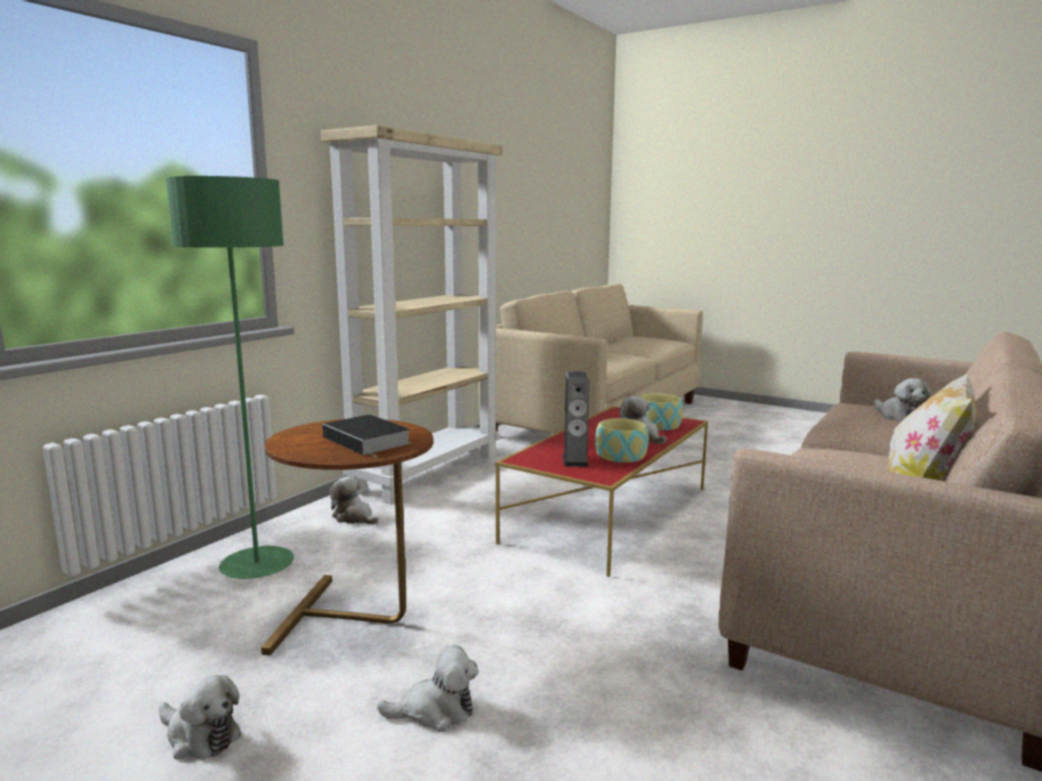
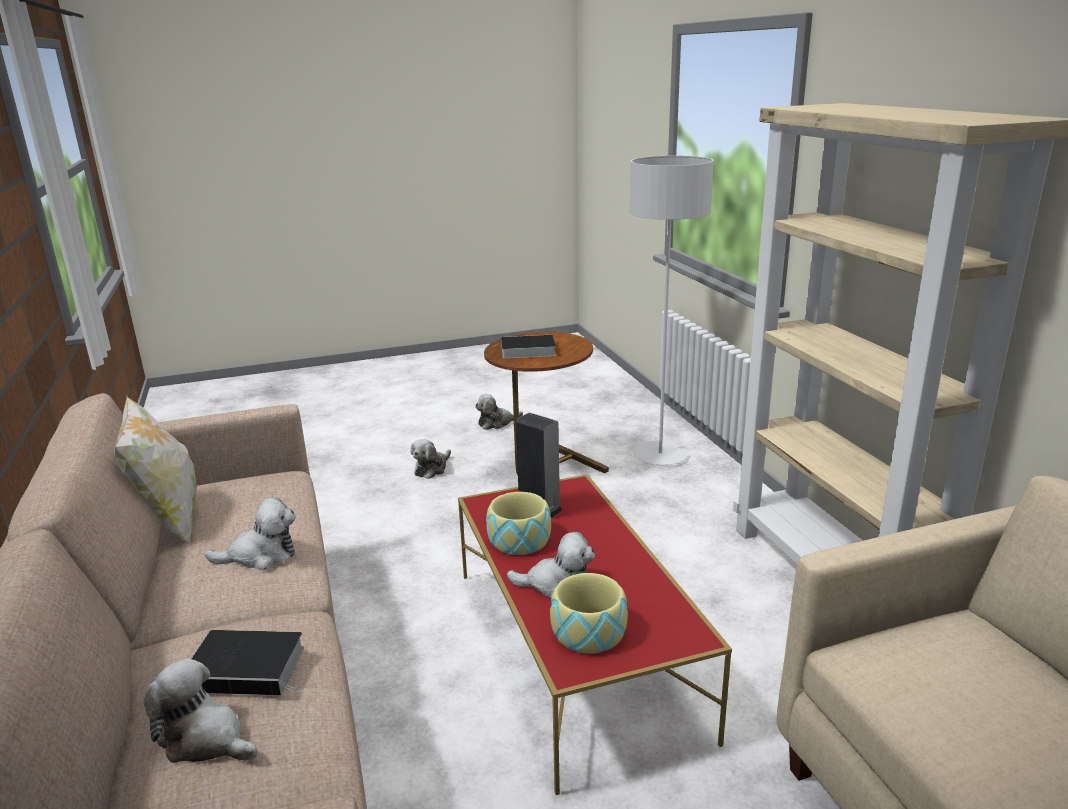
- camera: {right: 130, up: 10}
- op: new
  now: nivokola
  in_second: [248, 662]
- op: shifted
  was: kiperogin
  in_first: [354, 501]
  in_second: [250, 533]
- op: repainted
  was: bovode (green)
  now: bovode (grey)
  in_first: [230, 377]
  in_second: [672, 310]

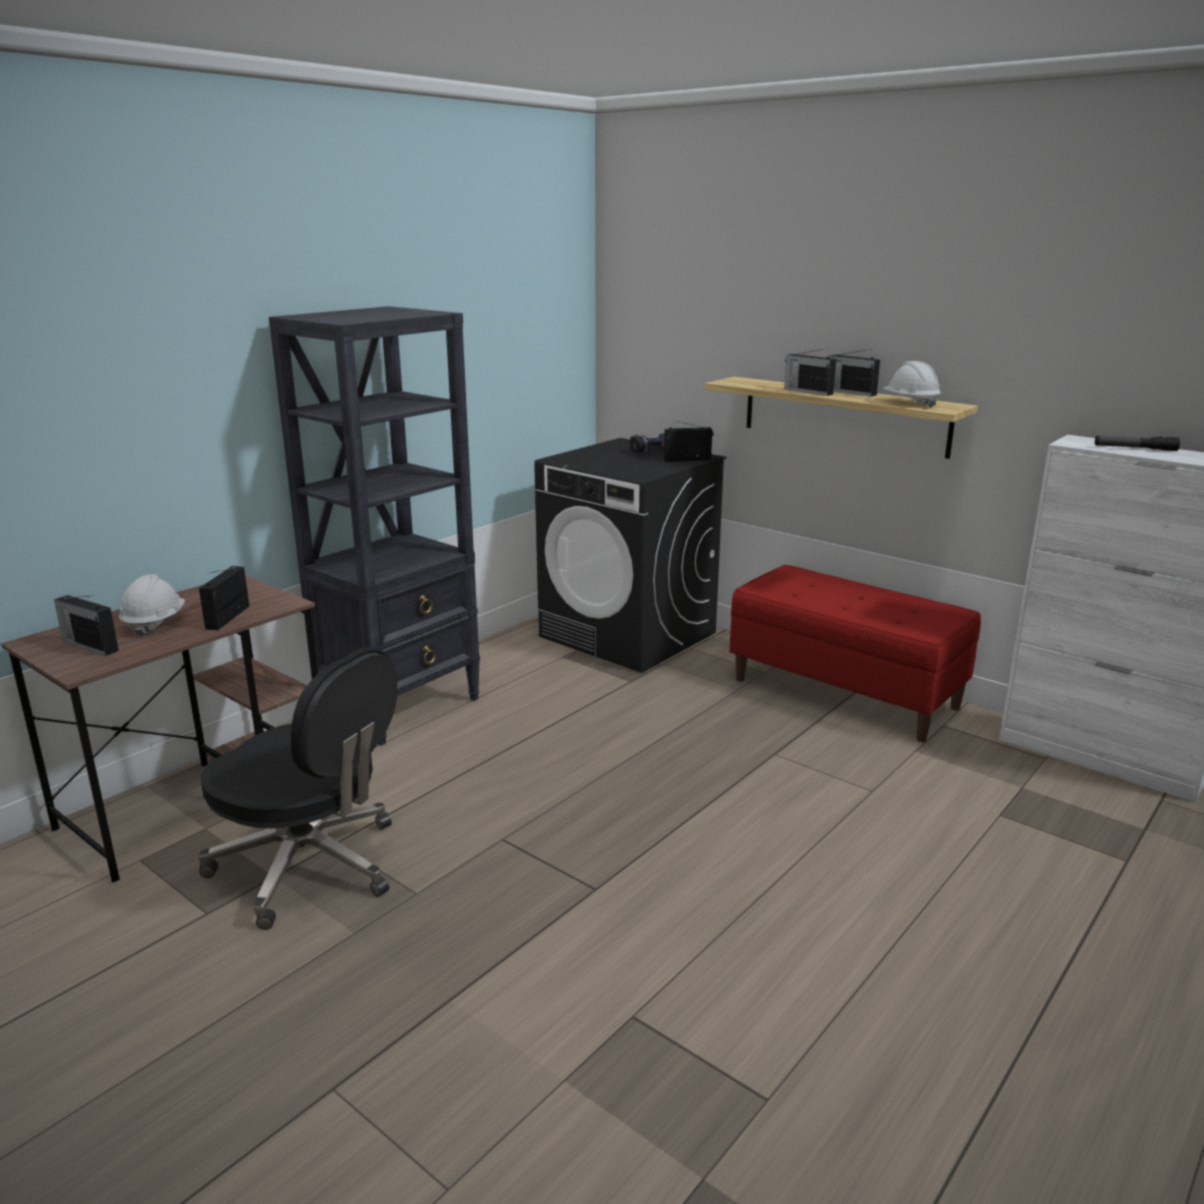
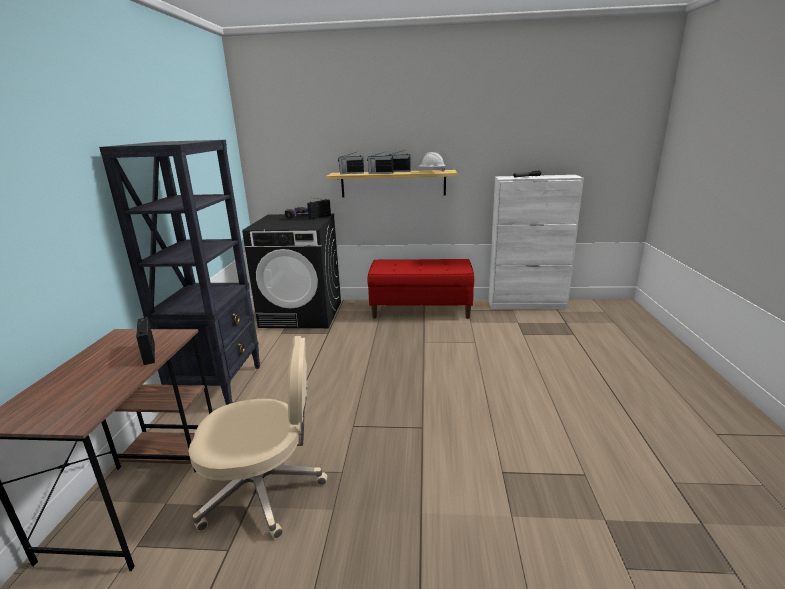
- camera: {right: -35, up: 0}
- op: gone
  was: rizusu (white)
  in_first: [152, 605]
- op: shifted
  was: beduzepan
  in_first: [86, 625]
  in_second: [351, 163]
- op: repainted
  was: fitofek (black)
  now: fitofek (beige)
  in_first: [297, 789]
  in_second: [257, 437]

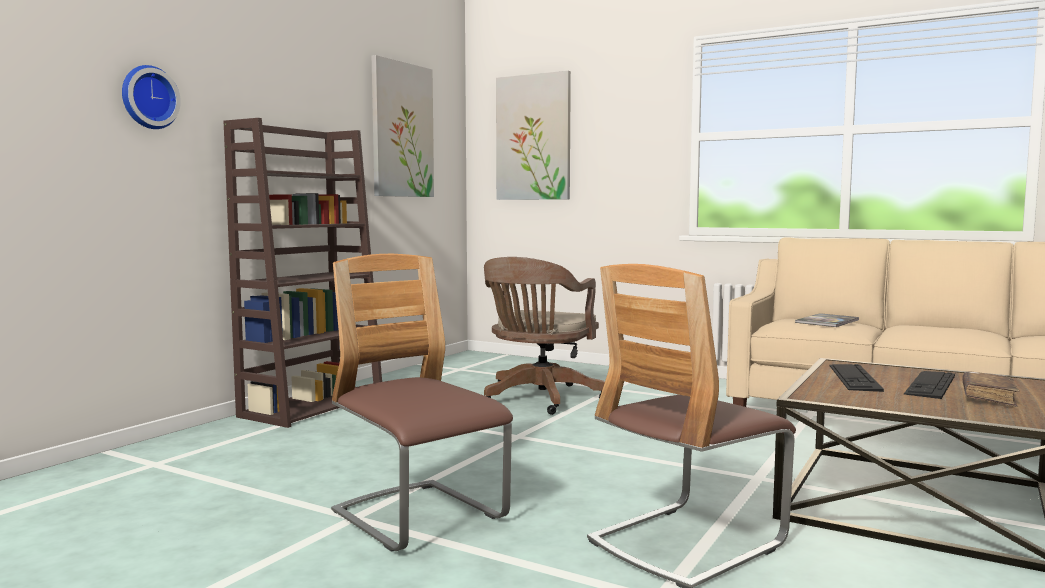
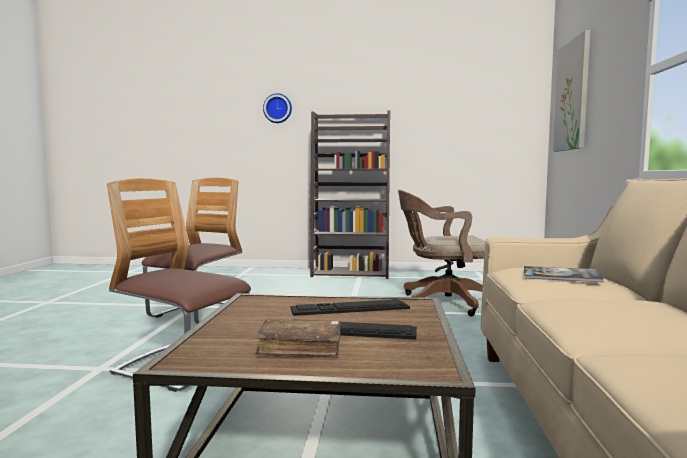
- camera: {right: 65, up: 0}
- op: gone
  was: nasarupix
  in_first: [402, 126]

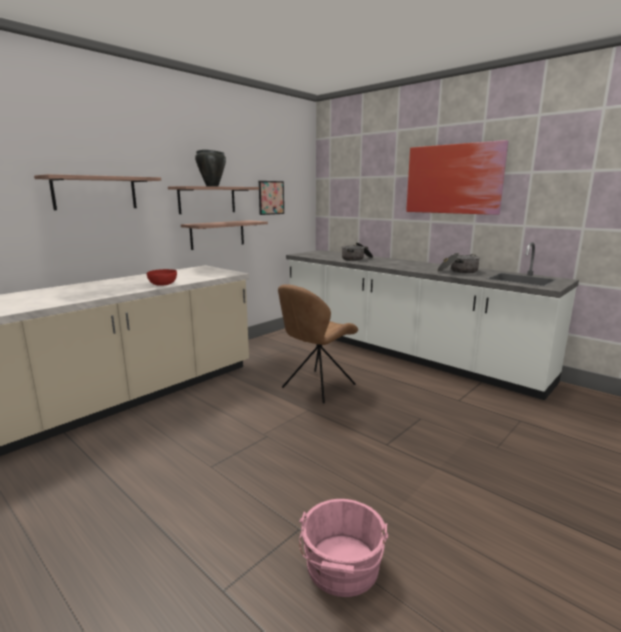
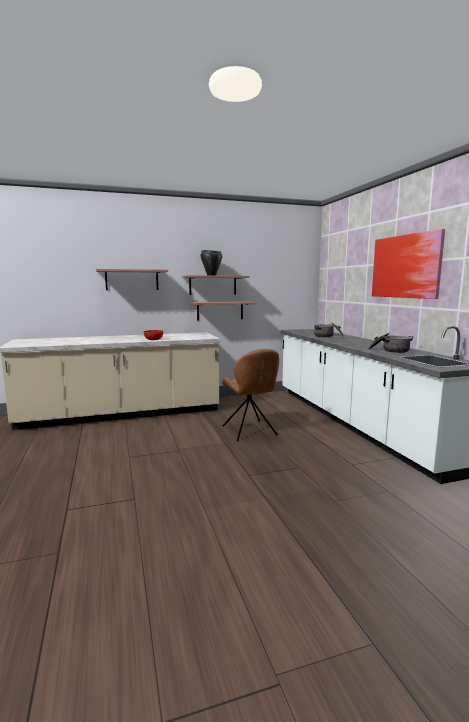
- camera: {right: 30, up: -5}
- op: gone
  was: nasarupix
  in_first: [271, 198]
- op: gone
  was: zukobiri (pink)
  in_first: [343, 548]
- op: rotated
  was: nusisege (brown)
  in_first: [318, 343]
  in_second: [250, 395]
  clockwise: -90

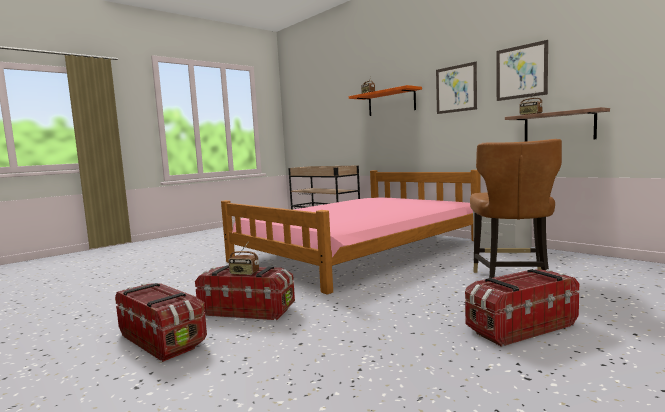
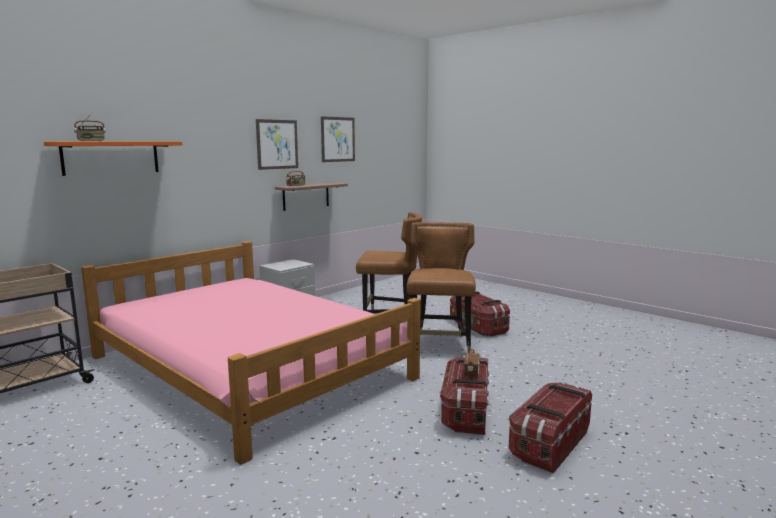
- camera: {right: -95, up: 5}
- op: new
  now: nusisege (brown)
  in_second: [441, 287]
- op: shifted
  was: nasarupix
  in_first: [456, 88]
  in_second: [338, 139]

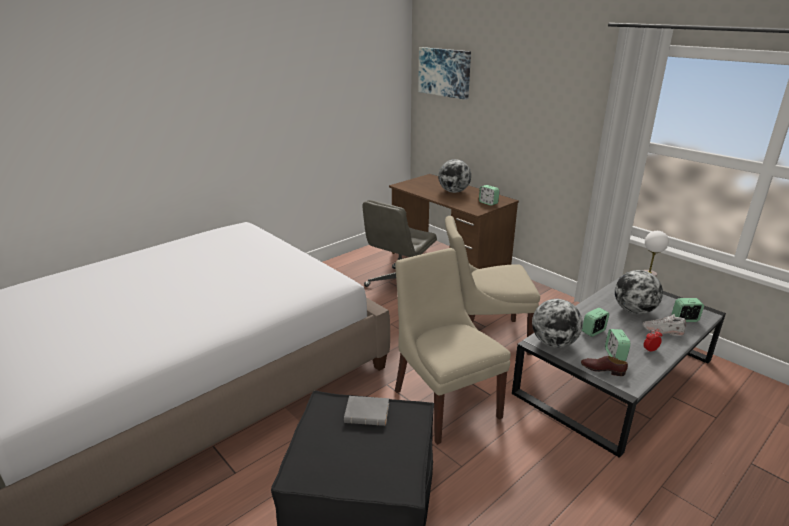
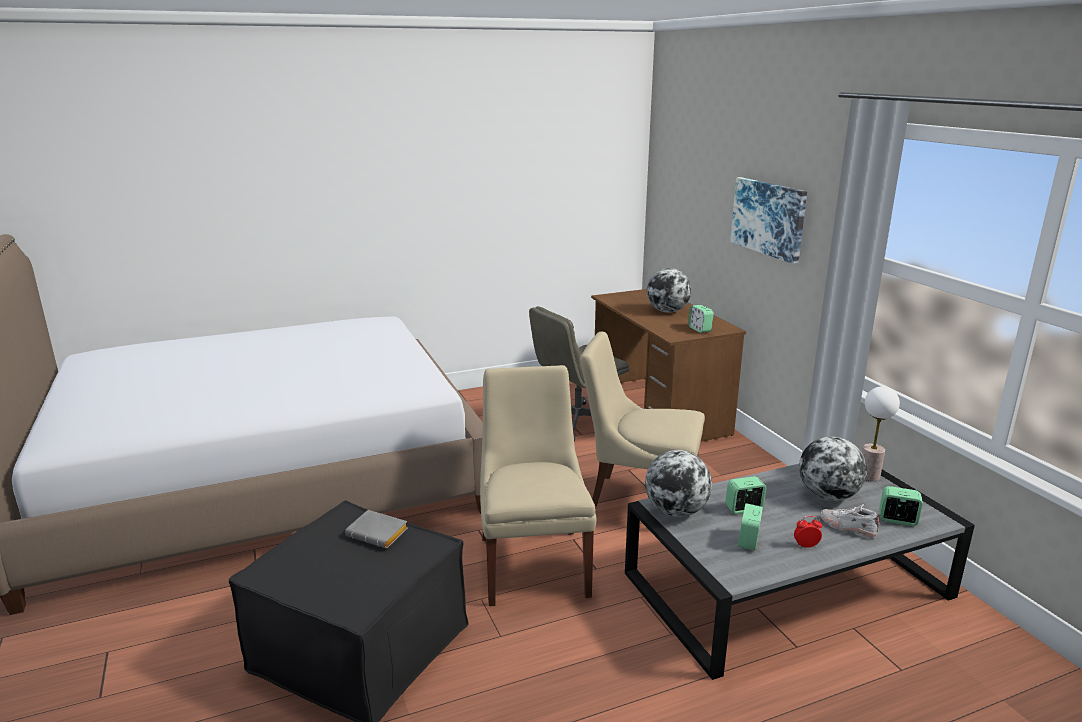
- camera: {right: 20, up: -5}
- op: gone
  was: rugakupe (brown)
  in_first: [604, 366]
- op: shifted
  was: nasarupix
  in_first: [444, 73]
  in_second: [768, 220]

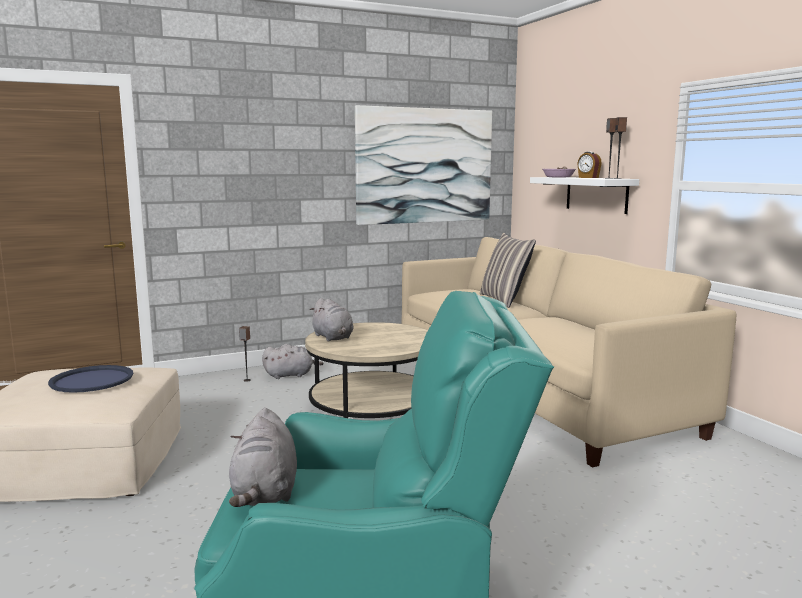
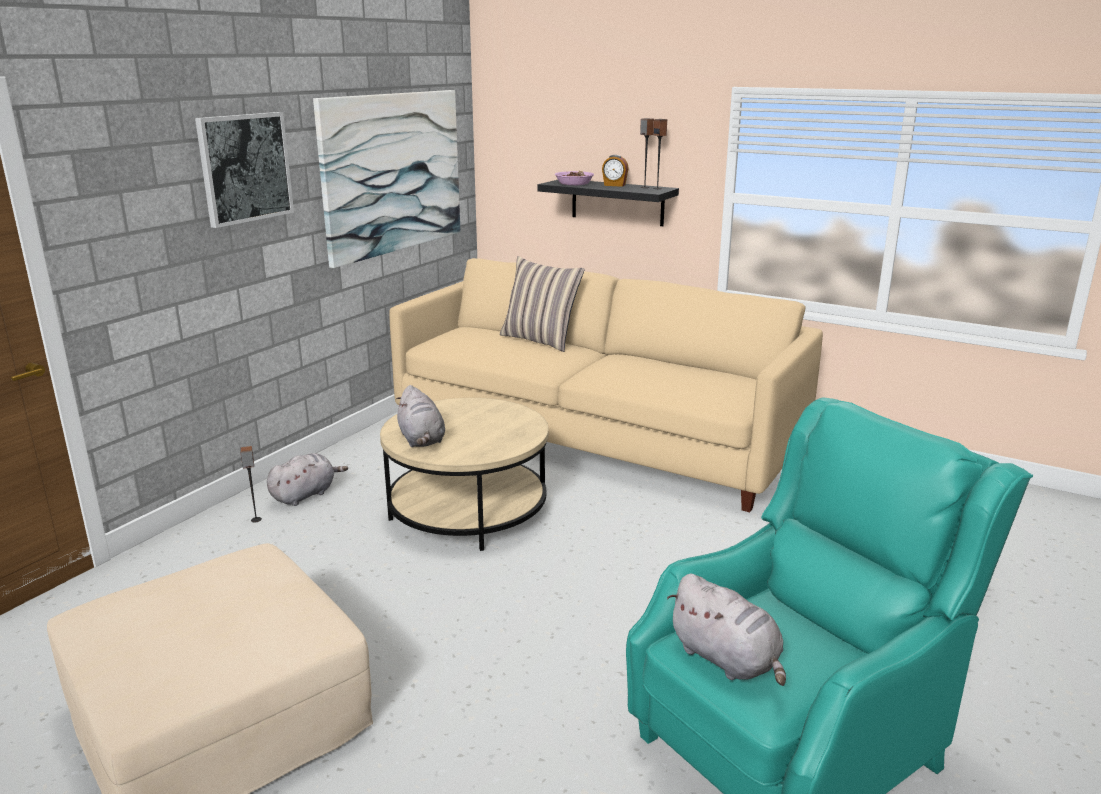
- camera: {right: -35, up: 10}
- op: gone
  was: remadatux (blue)
  in_first: [90, 379]
- op: new
  now: nasarupix
  in_second: [244, 170]
- op: repainted
  was: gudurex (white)
  now: gudurex (black)
  in_first: [584, 195]
  in_second: [608, 203]
- op: rotated
  was: kiperogin (grey)
  in_first: [331, 319]
  in_second: [420, 416]
  clockwise: 45

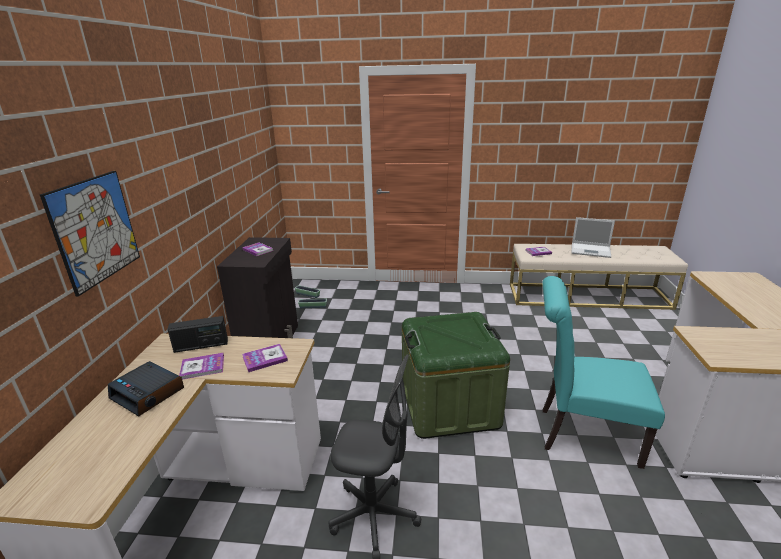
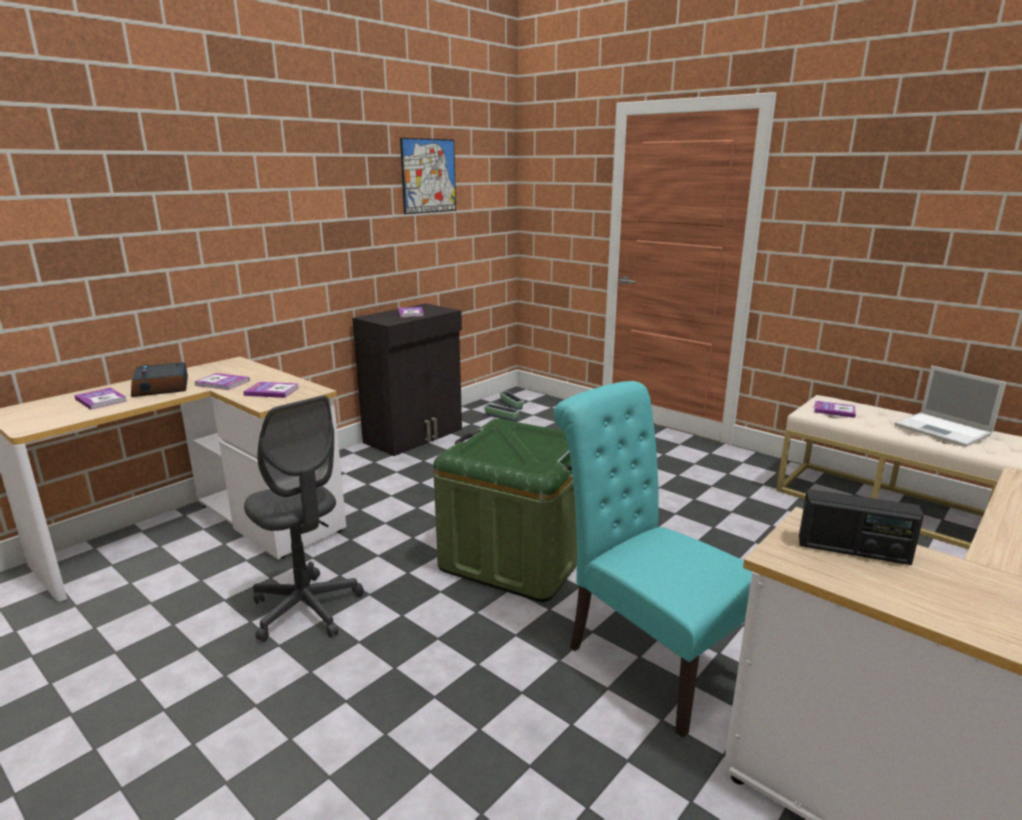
- camera: {right: 35, up: -5}
- op: new
  now: nivokola
  in_second: [100, 398]
- op: shifted
  was: nasarupix
  in_first: [90, 234]
  in_second: [428, 176]
- op: shifted
  was: beduzepan
  in_first: [197, 334]
  in_second: [861, 527]

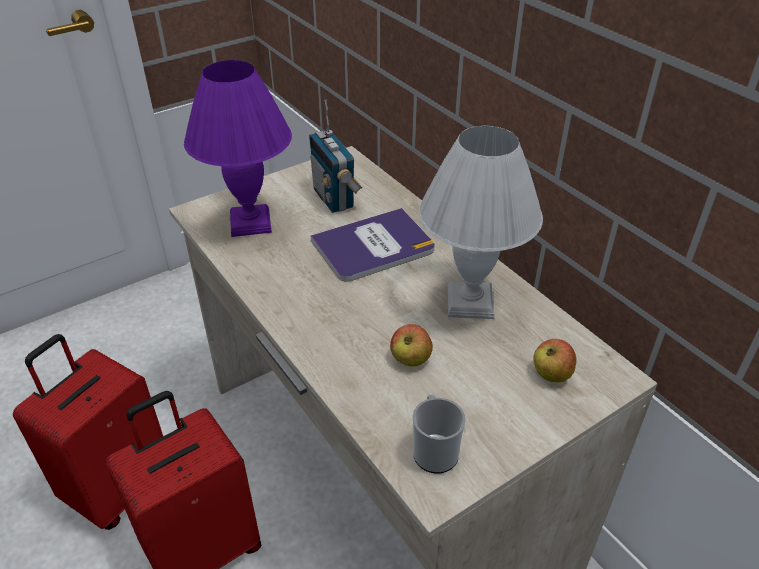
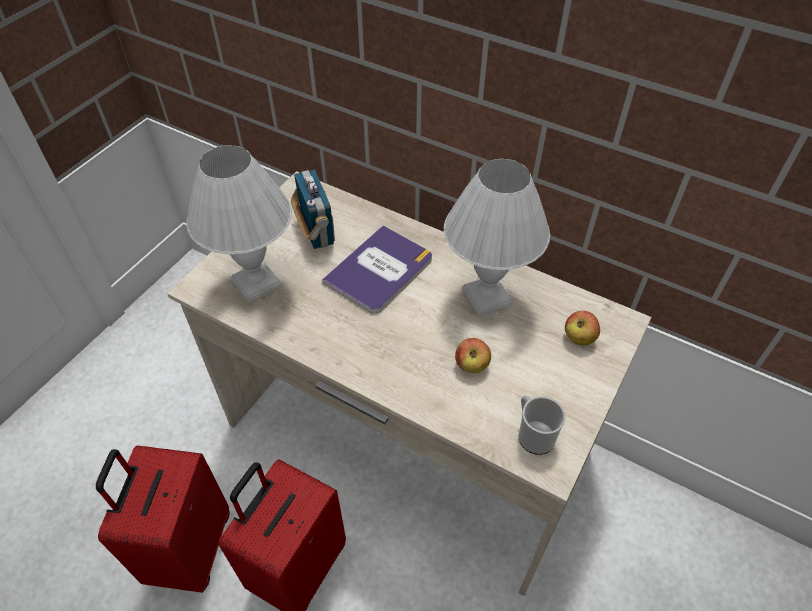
- camera: {right: -25, up: 10}
- op: repainted
  was: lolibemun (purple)
  now: lolibemun (white)
  in_first: [238, 148]
  in_second: [239, 224]
- op: rotated
  was: beduzepan
  in_first: [335, 156]
  in_second: [313, 209]
  clockwise: -150

